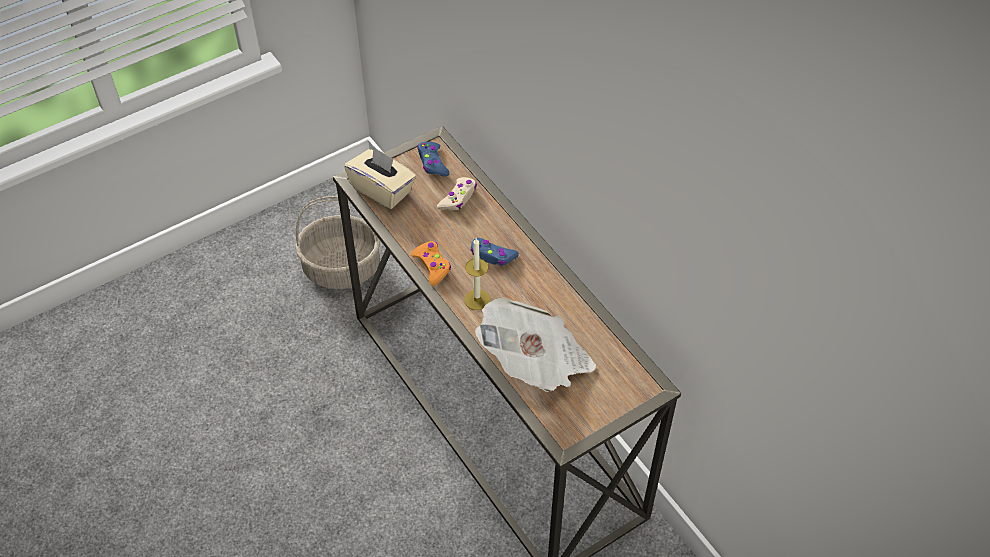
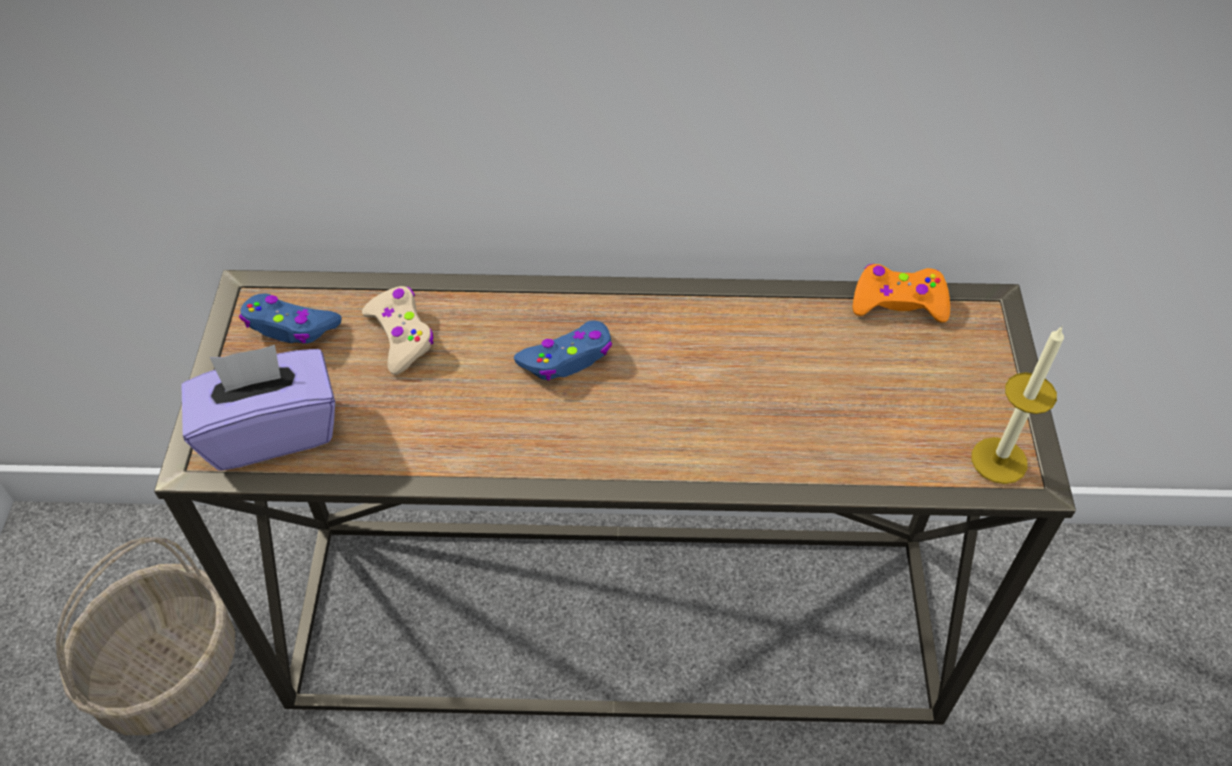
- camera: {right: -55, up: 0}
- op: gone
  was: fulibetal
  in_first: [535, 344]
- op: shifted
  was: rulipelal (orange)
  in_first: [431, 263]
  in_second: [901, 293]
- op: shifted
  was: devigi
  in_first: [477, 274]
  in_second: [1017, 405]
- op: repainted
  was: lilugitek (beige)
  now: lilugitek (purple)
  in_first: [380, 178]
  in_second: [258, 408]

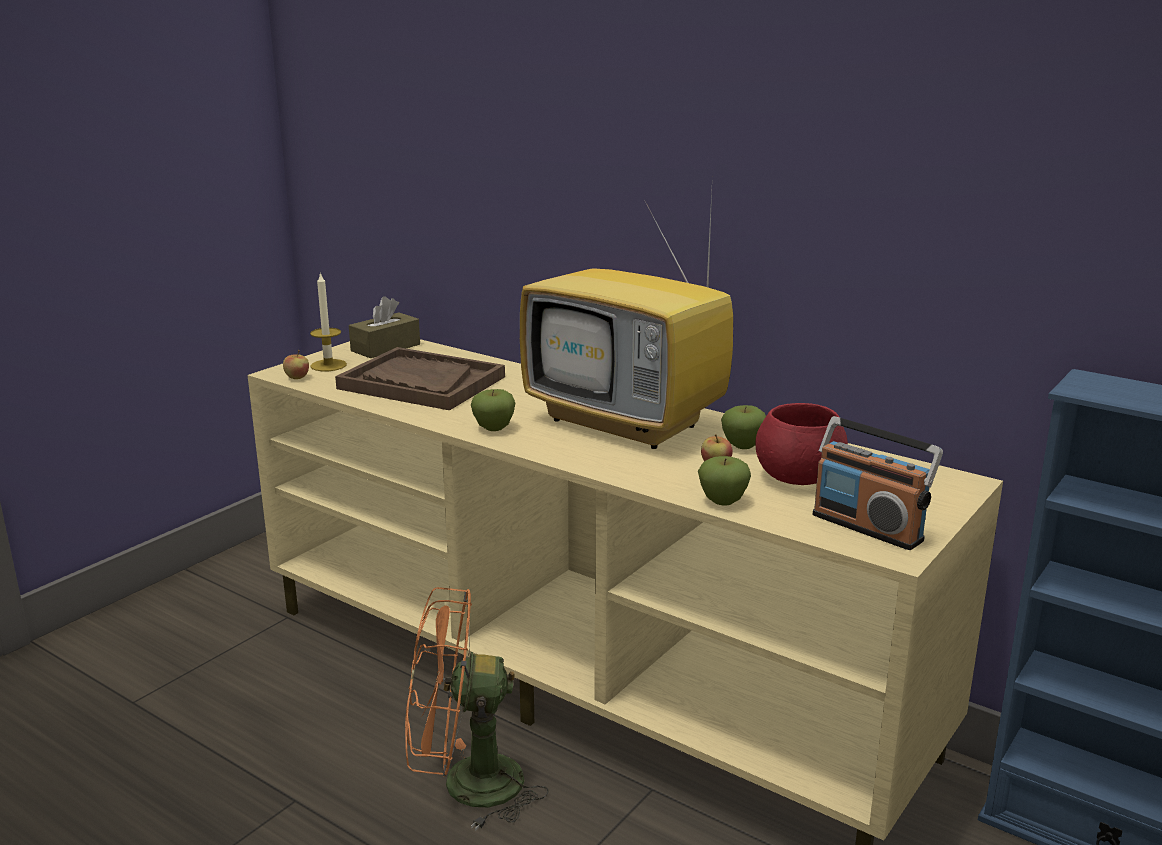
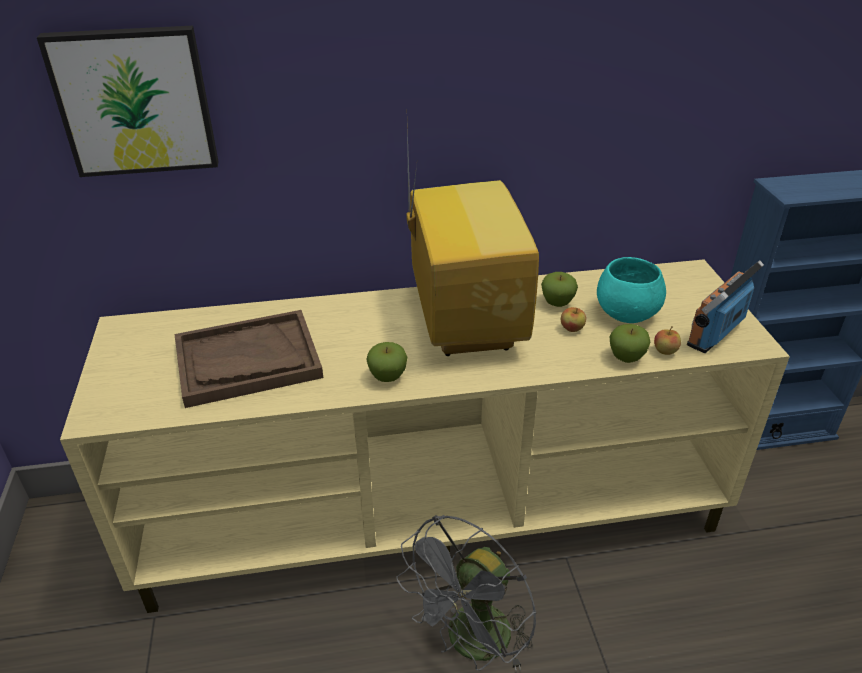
- camera: {right: -45, up: 15}
- op: gone
  was: devigi
  in_first: [328, 321]
- op: gone
  was: lilugitek (brown)
  in_first: [384, 327]
- op: new
  now: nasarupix
  in_second: [127, 101]
- op: shifted
  was: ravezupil
  in_first: [296, 364]
  in_second: [667, 340]
- op: repainted
  was: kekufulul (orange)
  now: kekufulul (grey)
  in_first: [477, 709]
  in_second: [466, 593]
- op: repainted
  was: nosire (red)
  now: nosire (turquoise)
  in_first: [801, 444]
  in_second: [631, 290]
- op: rotated
  was: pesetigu
  in_first: [626, 320]
  in_second: [472, 241]
  clockwise: -90
- op: rotated
  was: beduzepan
  in_first: [878, 483]
  in_second: [725, 306]
  clockwise: 135

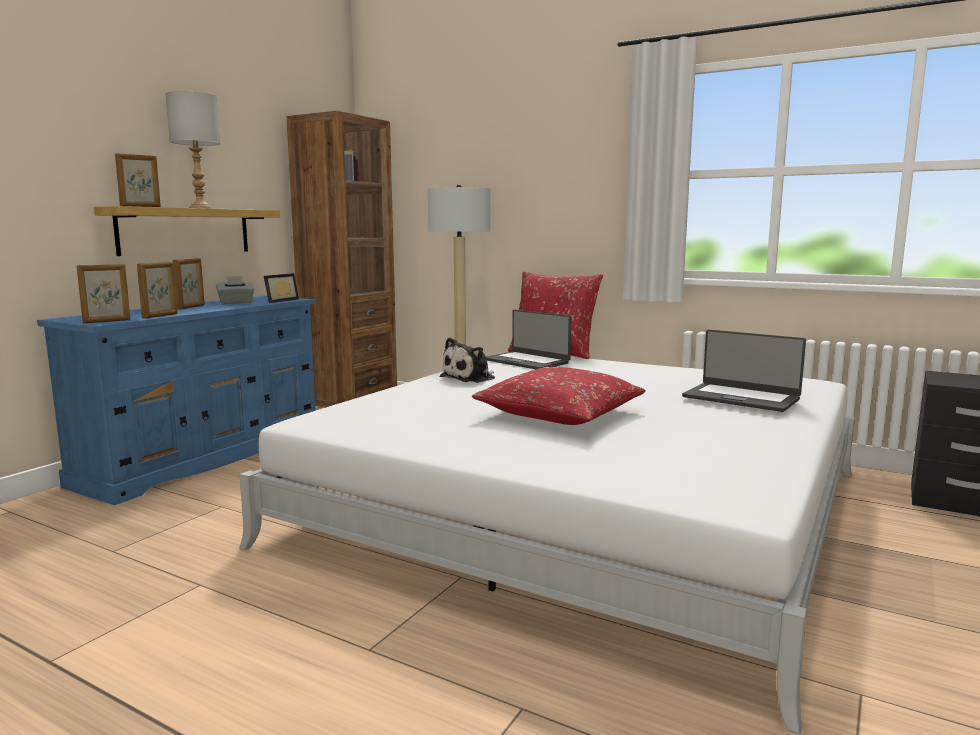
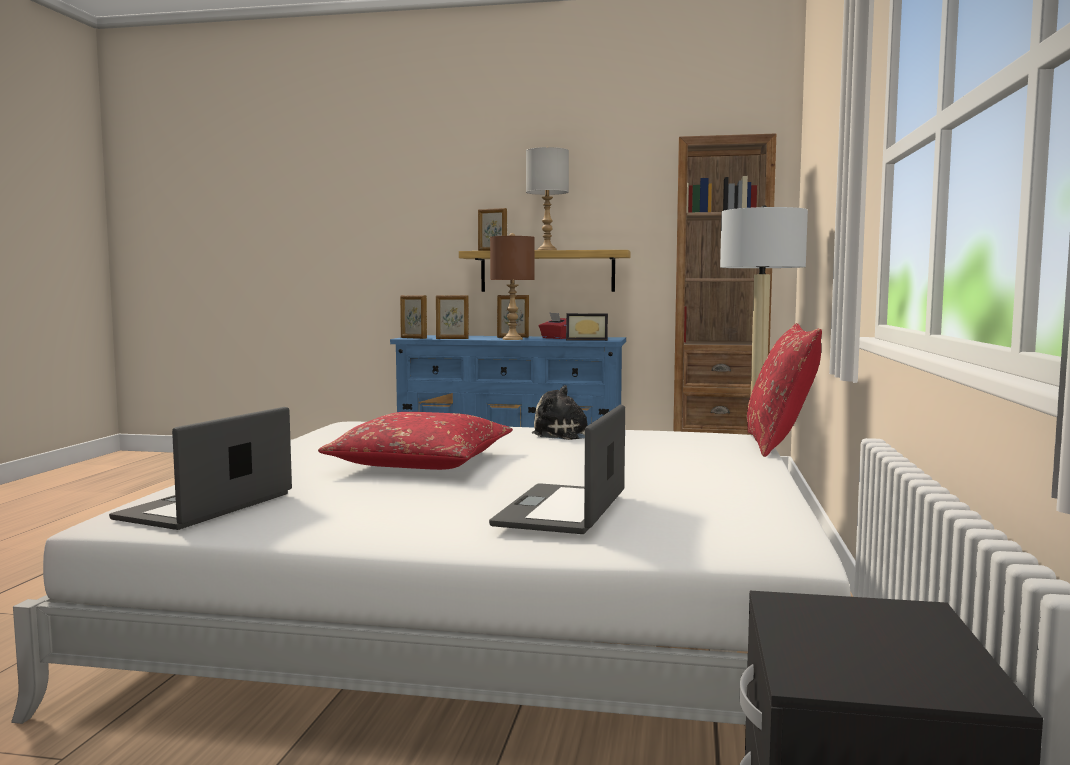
- camera: {right: 70, up: -5}
- op: new
  now: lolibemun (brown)
  in_second: [512, 286]
- op: shifted
  was: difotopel
  in_first: [528, 339]
  in_second: [200, 468]
- op: repainted
  was: lilugitek (grey)
  now: lilugitek (red)
  in_first: [235, 290]
  in_second: [552, 325]

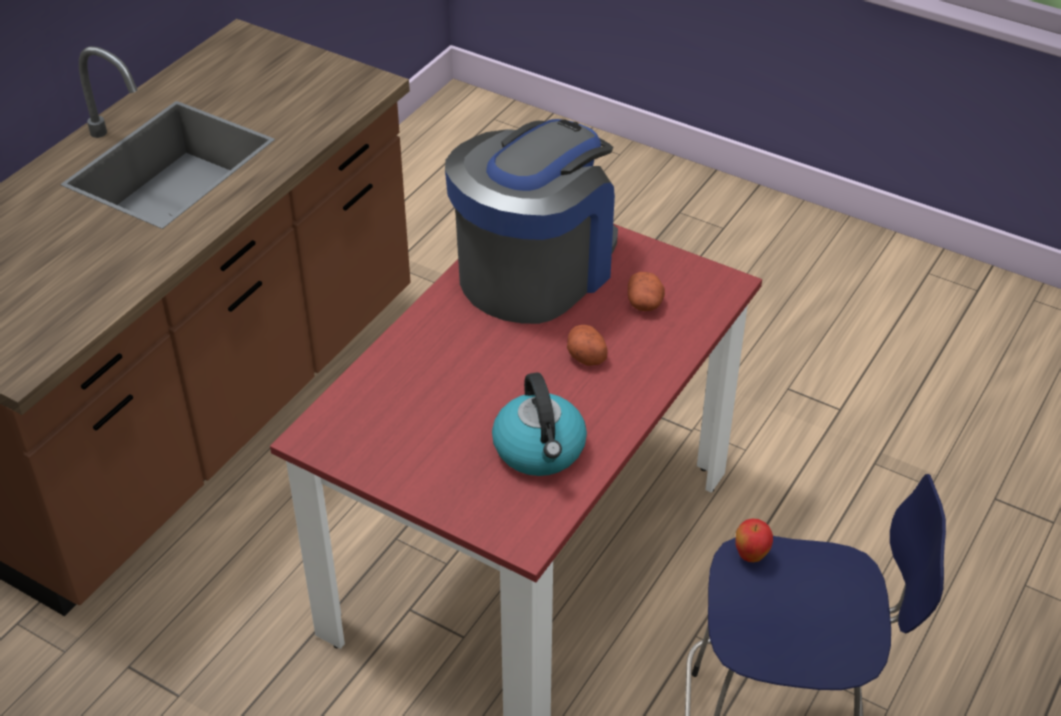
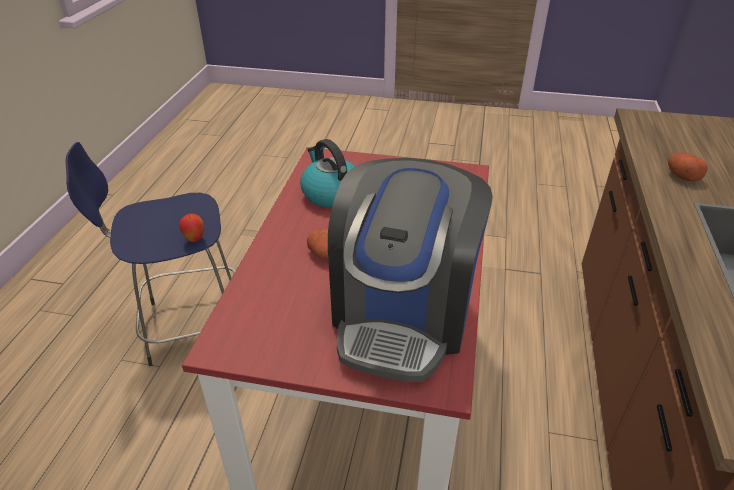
- camera: {right: 160, up: -5}
- op: shifted
  was: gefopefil
  in_first: [646, 291]
  in_second: [688, 166]

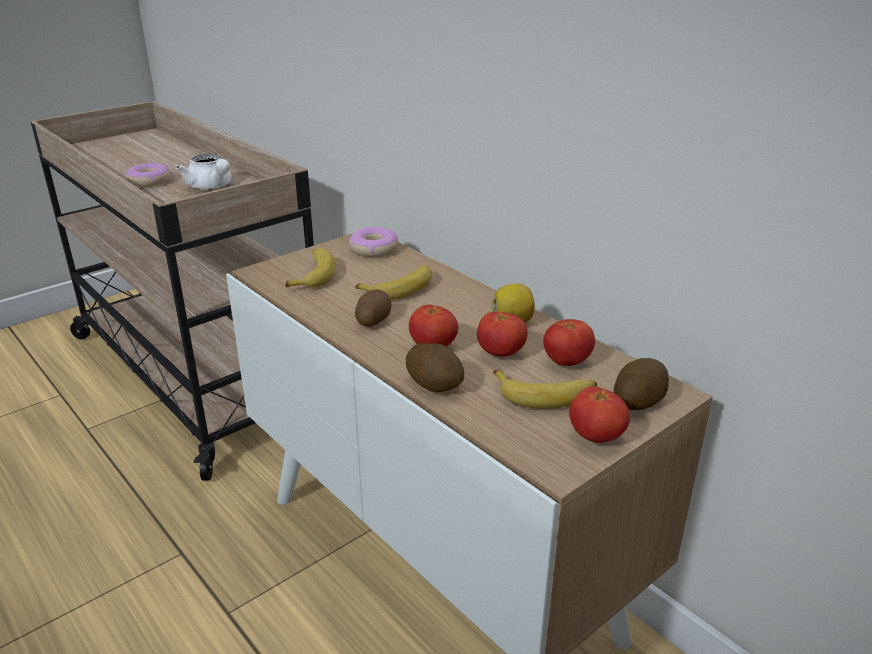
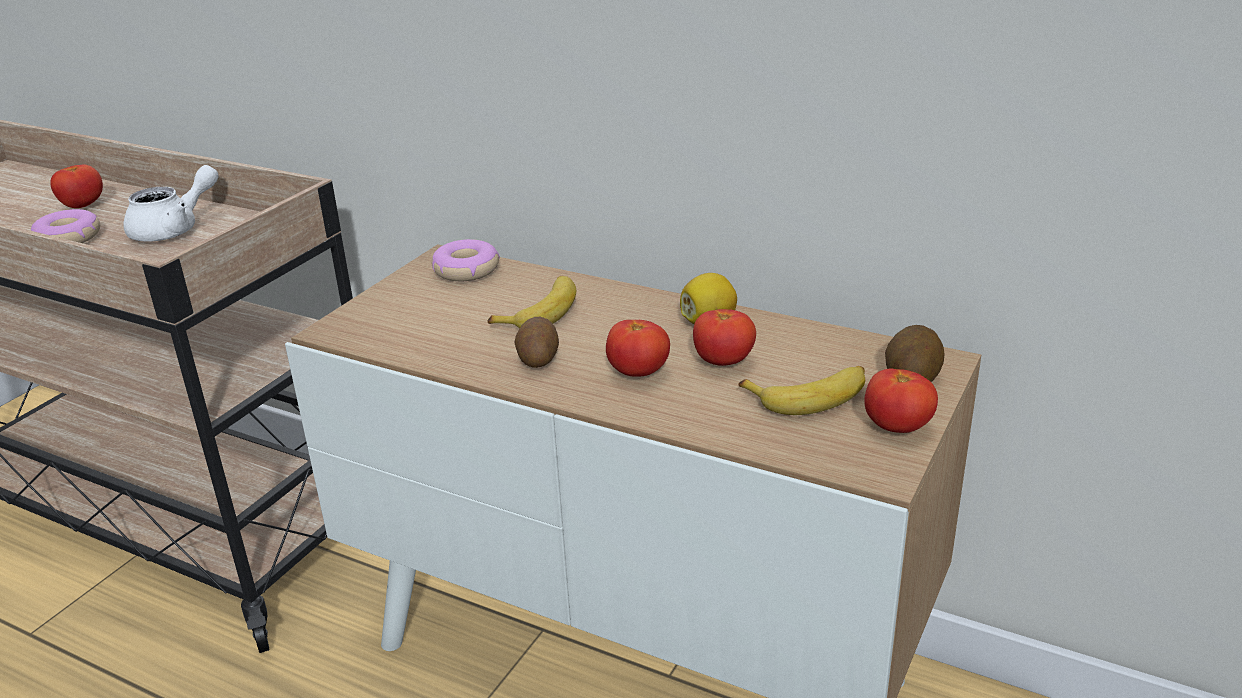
- camera: {right: -20, up: 0}
- op: gone
  was: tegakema
  in_first: [311, 267]
- op: gone
  was: gefopefil
  in_first: [435, 367]
- op: shifted
  was: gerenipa
  in_first: [569, 342]
  in_second: [76, 186]
- op: rotated
  was: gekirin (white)
  in_first: [204, 171]
  in_second: [171, 203]
  clockwise: -75

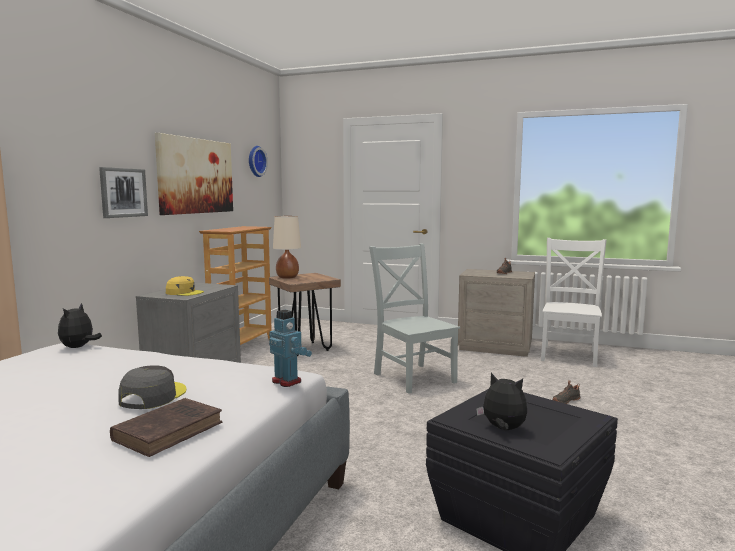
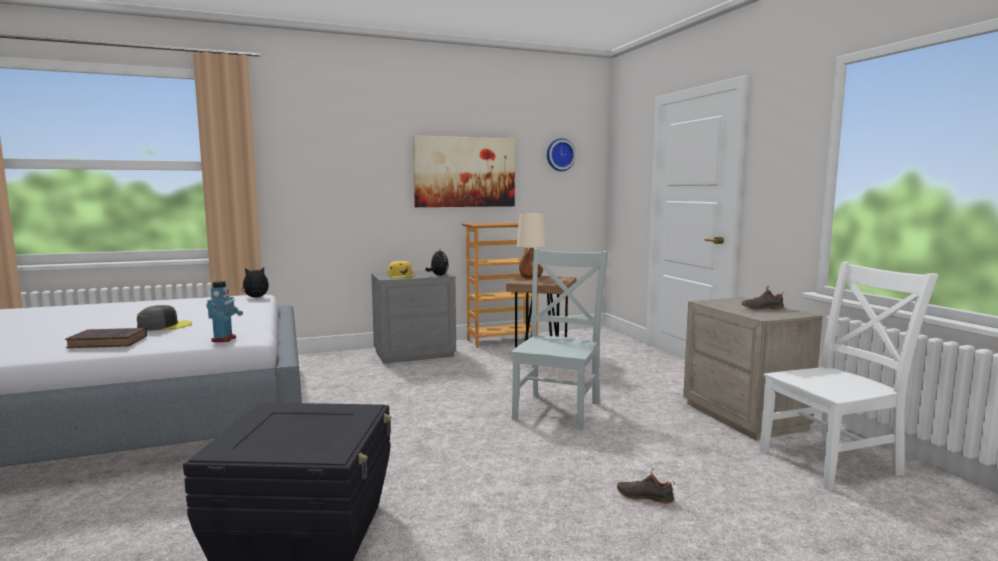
- camera: {right: 50, up: 0}
- op: gone
  was: nasarupix
  in_first: [123, 192]
- op: shifted
  was: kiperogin
  in_first: [501, 401]
  in_second: [437, 262]

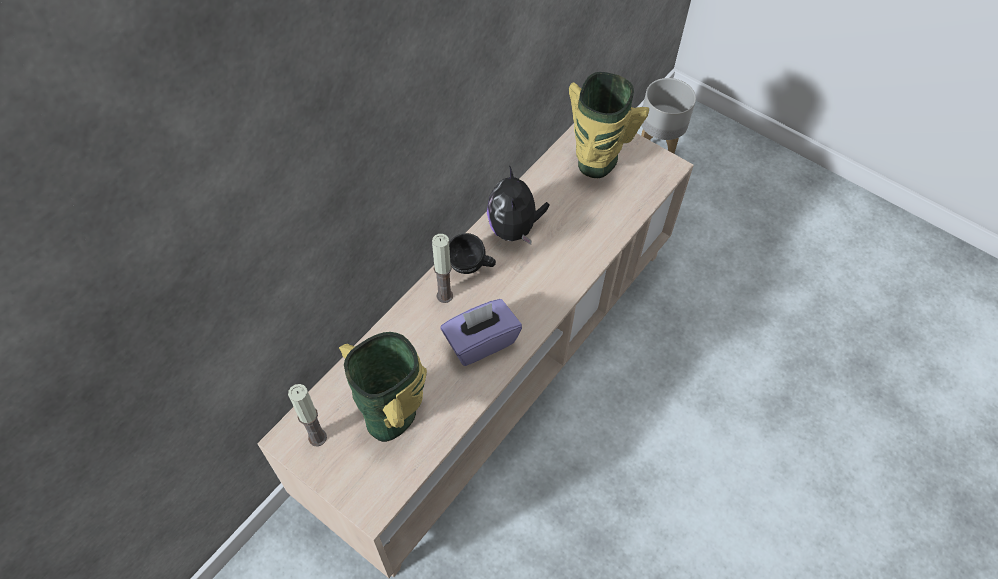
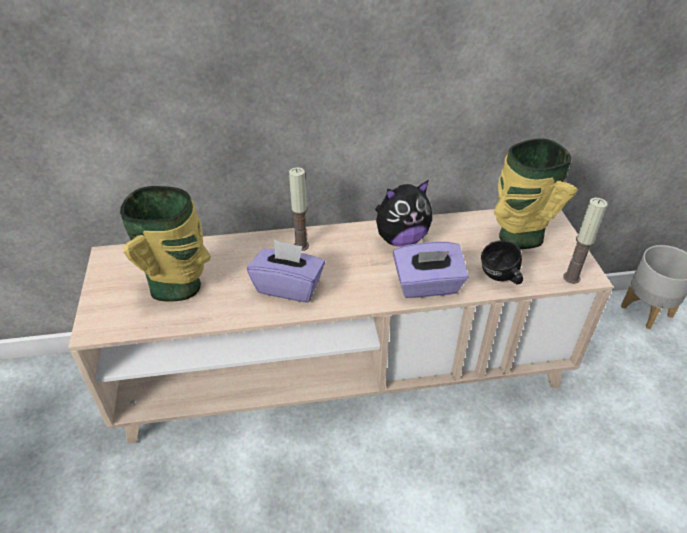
- camera: {right: 45, up: -15}
- op: new
  now: lilugitek (purple)
  in_second: [430, 270]
- op: shifted
  was: devigi
  in_first: [307, 415]
  in_second: [585, 241]
- op: shifted
  was: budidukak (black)
  in_first: [472, 253]
  in_second: [502, 262]
- op: rotated
  was: kiperogin
  in_first: [518, 205]
  in_second: [403, 213]
  clockwise: -150

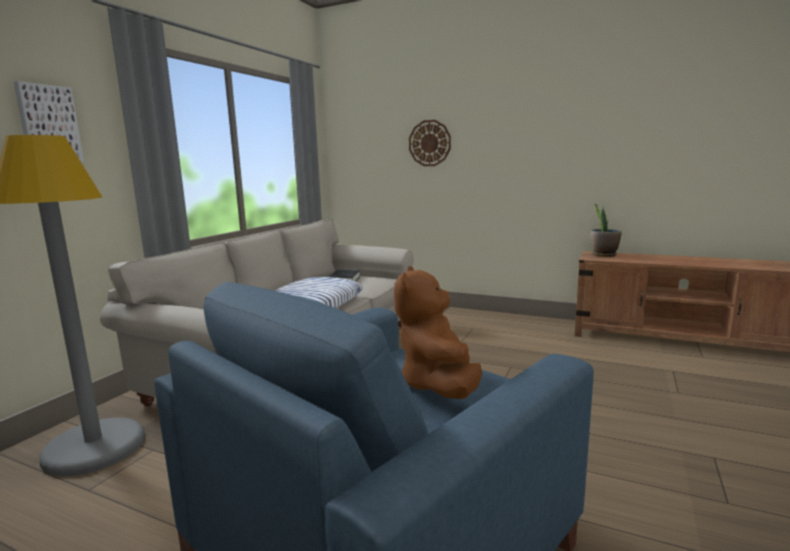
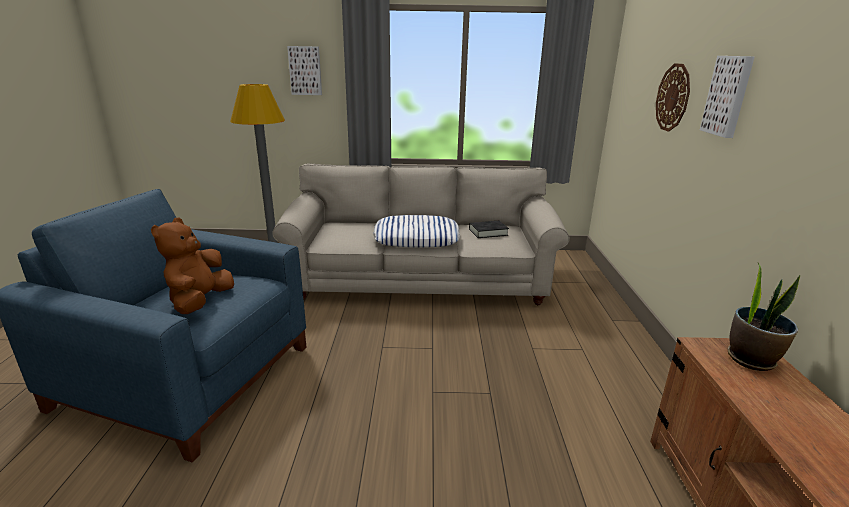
- camera: {right: 65, up: 10}
- op: new
  now: nasarupix
  in_second: [727, 97]
- op: rotated
  was: kiperogin (brown)
  in_first: [438, 332]
  in_second: [192, 266]
  clockwise: -60

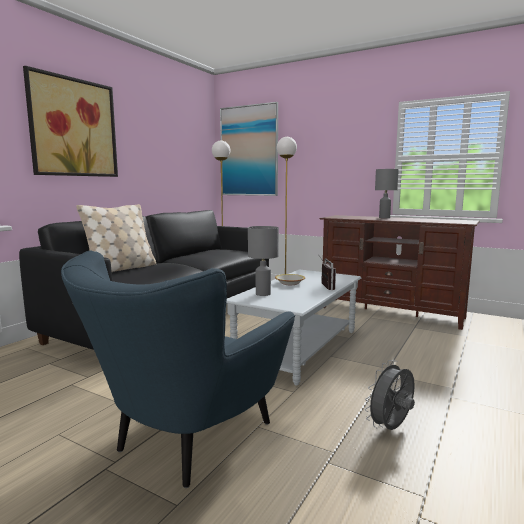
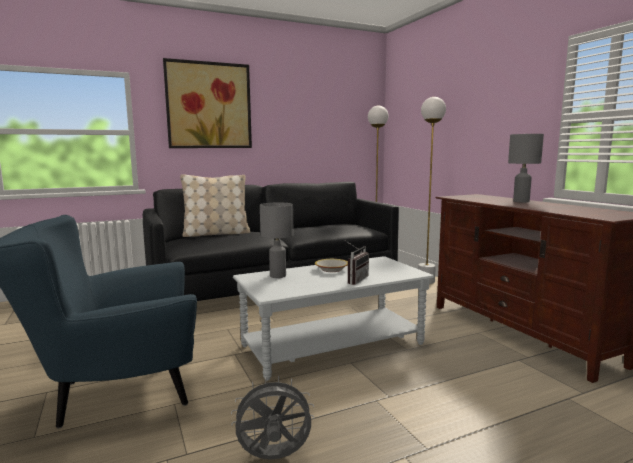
- camera: {right: 35, up: 0}
- op: gone
  was: nasarupix
  in_first: [249, 149]

